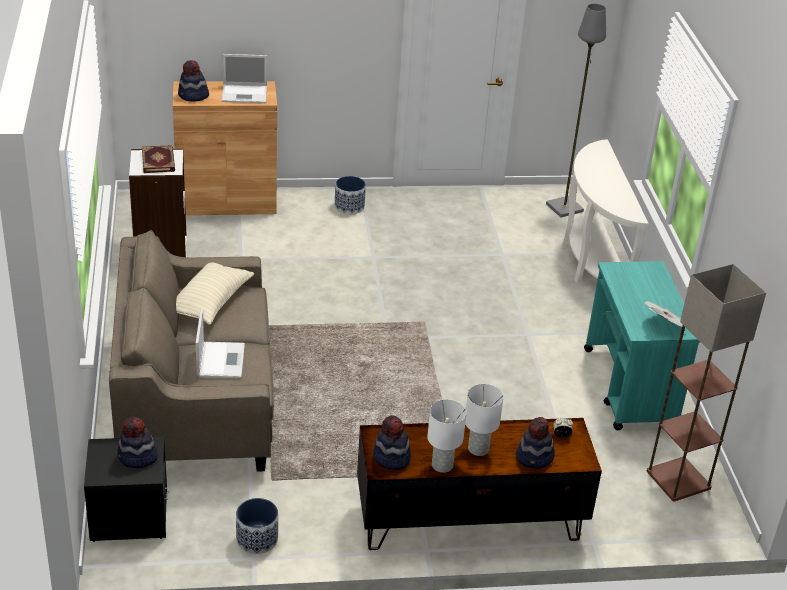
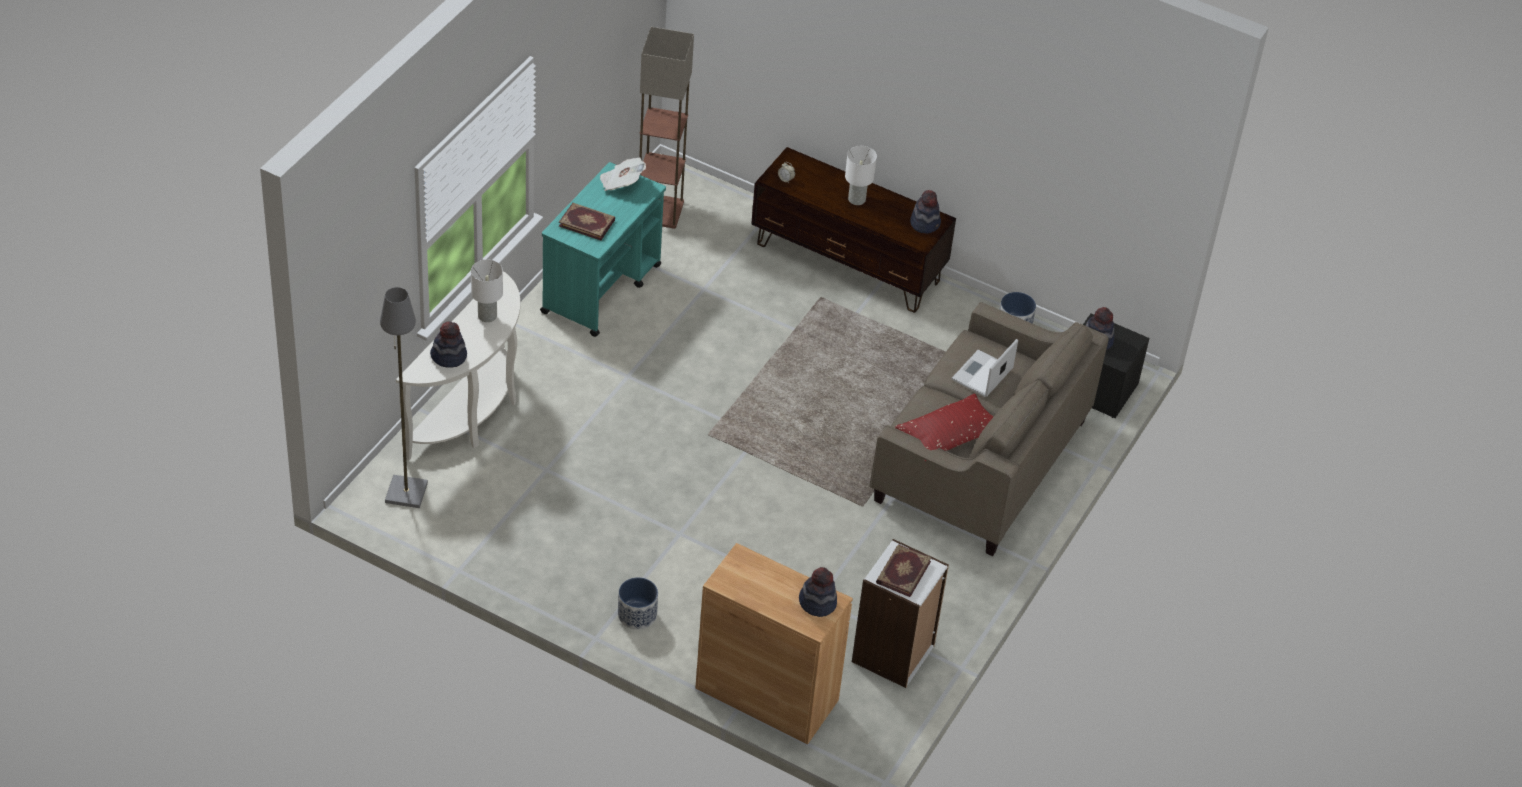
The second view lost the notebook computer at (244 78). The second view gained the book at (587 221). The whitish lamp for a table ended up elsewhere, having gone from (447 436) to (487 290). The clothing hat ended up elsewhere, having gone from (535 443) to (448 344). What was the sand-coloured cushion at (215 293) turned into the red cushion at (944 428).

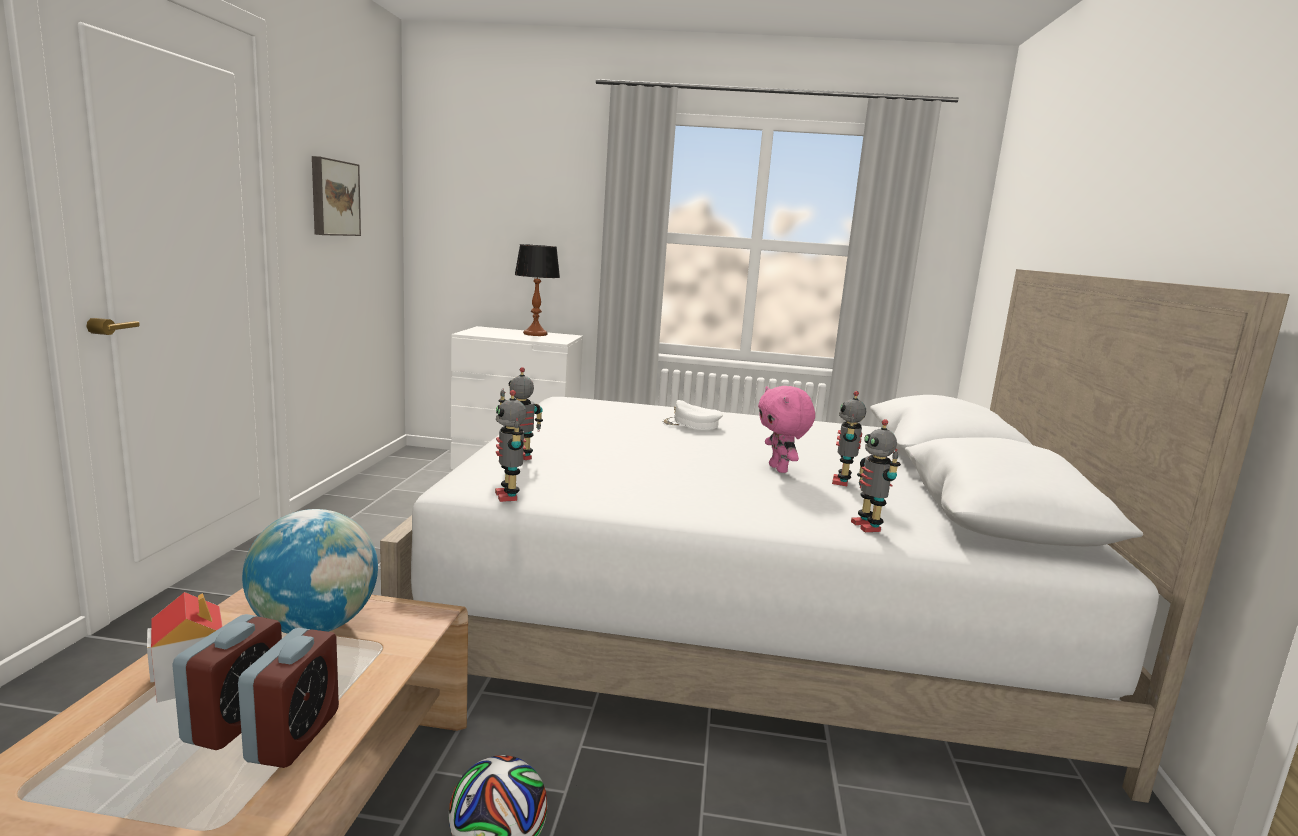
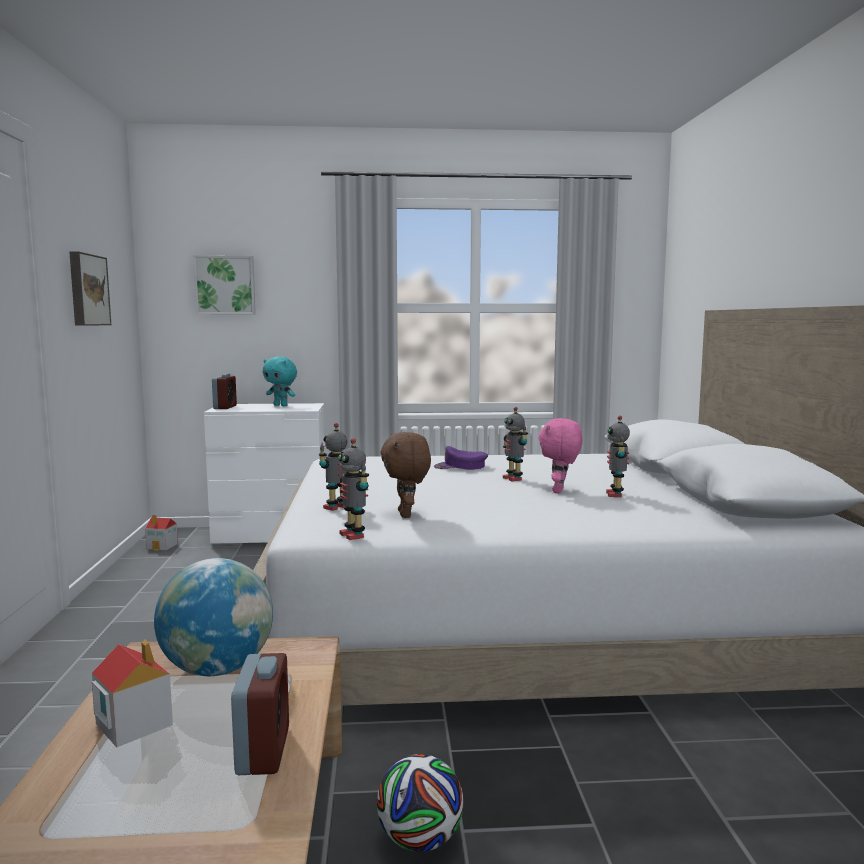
The second view gained the miniature house at (161 532). The second view gained the picture at (224 284). The second view gained the brown-coloured cuddly toy at (406 475). The bedside clock ended up elsewhere, having gone from (227 682) to (224 391). The toy robot ended up elsewhere, having gone from (876 475) to (515 444). Where the lamp for a table stood at (537 290), the turquoise cuddly toy came to stand at (280 381). What was the whitish baseball cap at (692 415) turned into the purple baseball cap at (461 458). The pink cuddly toy at (786 429) ended up facing another way, 45 degrees clockwise from before.

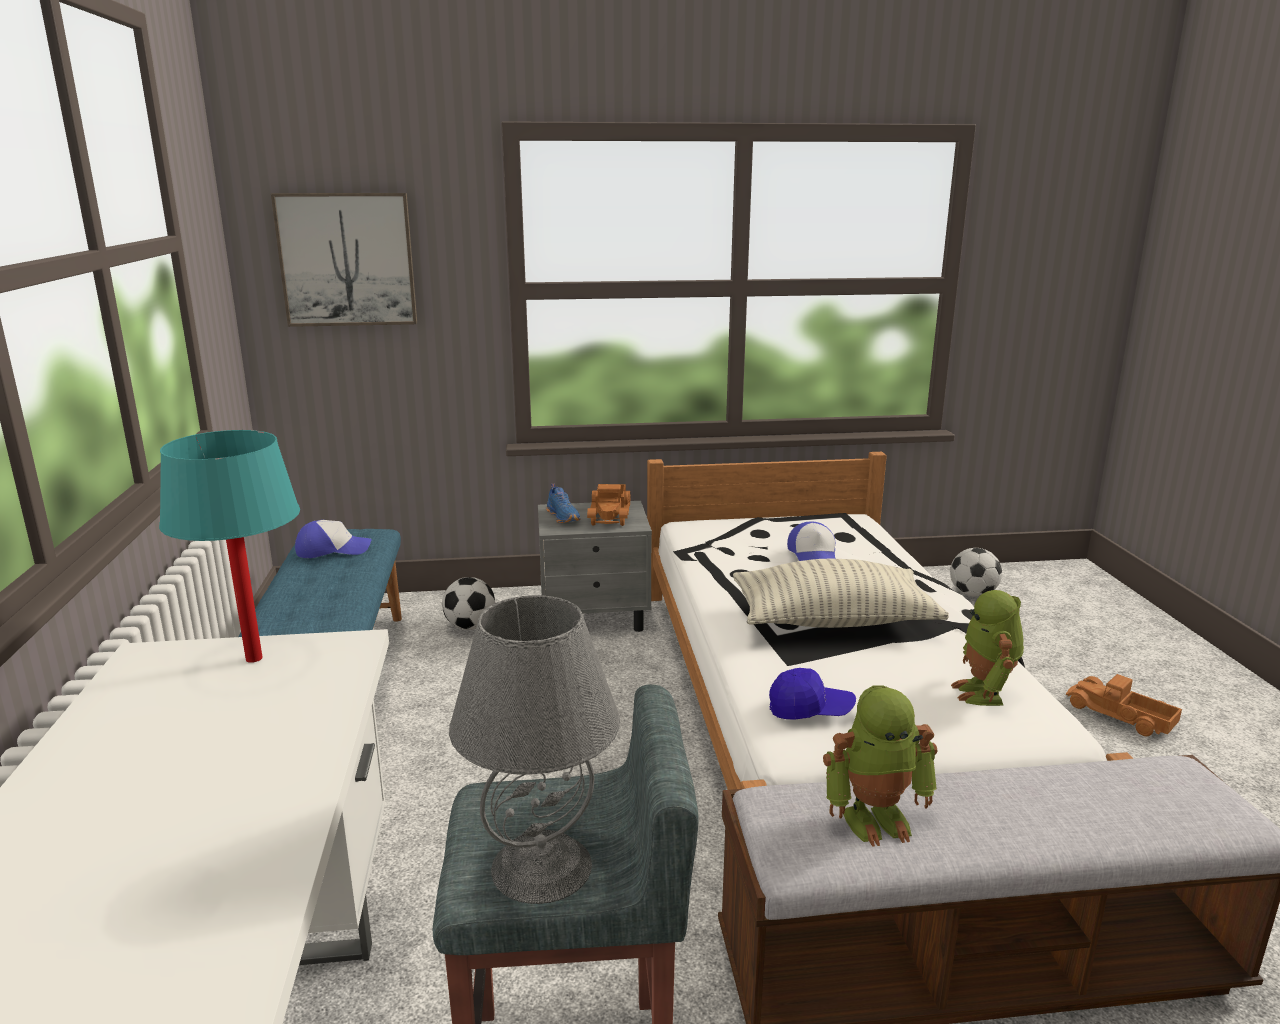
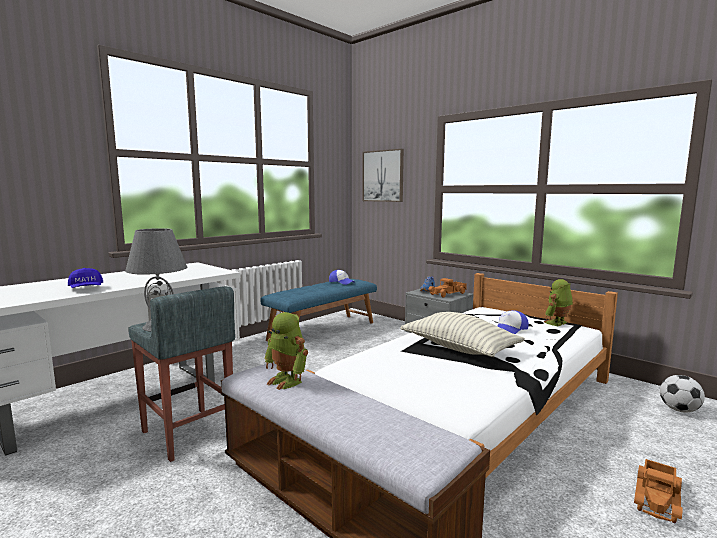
The second view lost the turquoise lamp for a table at (229 546). The second view lost the football at (468 603). The blue baseball cap ended up elsewhere, having gone from (812 693) to (85 278). The toy robot ended up elsewhere, having gone from (987 648) to (558 302). The toy lorry at (1124 705) ended up facing another way, 150 degrees counterclockwise from before.

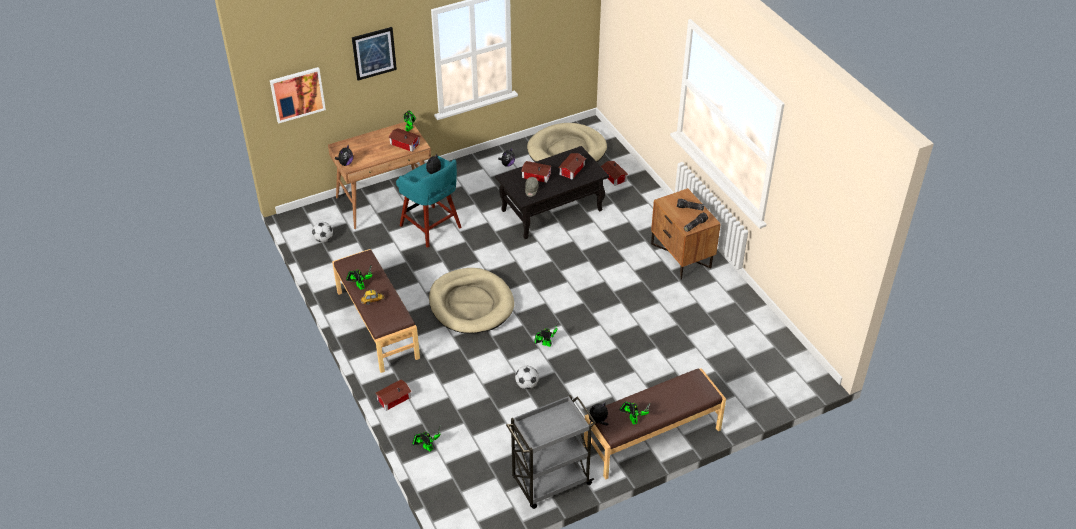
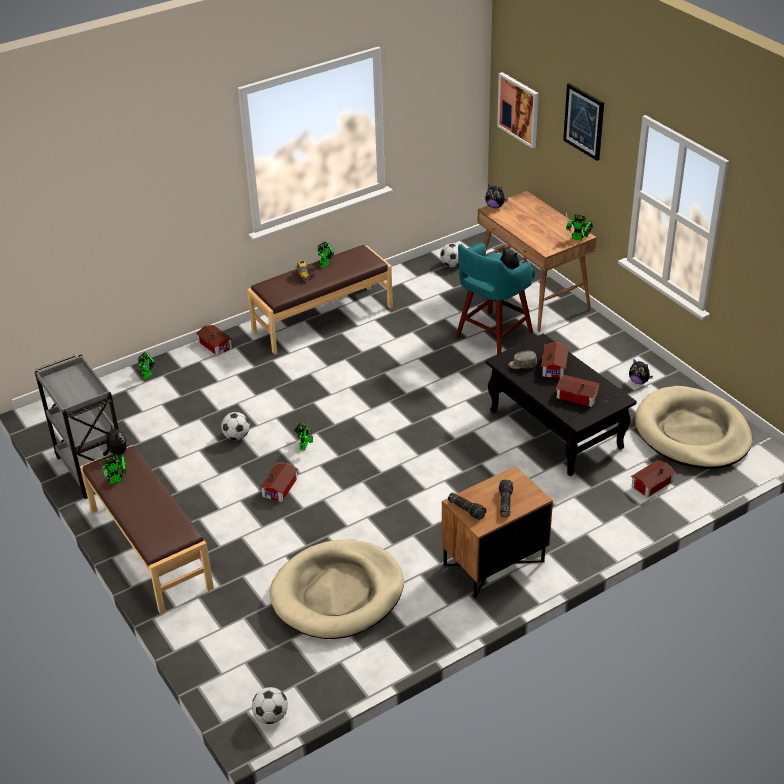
The second view gained the football at (270 705). The miniature house ended up elsewhere, having gone from (404 140) to (279 482). The sand-coloured dog cushion ended up elsewhere, having gone from (471 301) to (337 589).

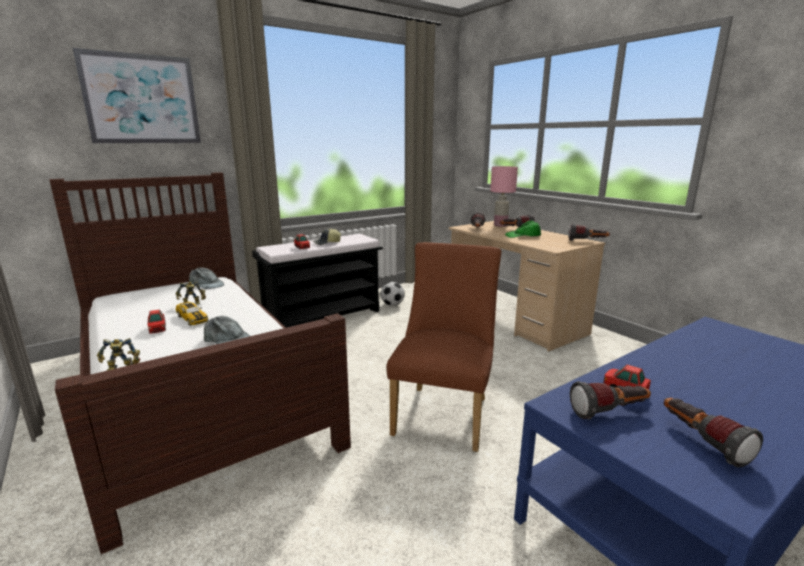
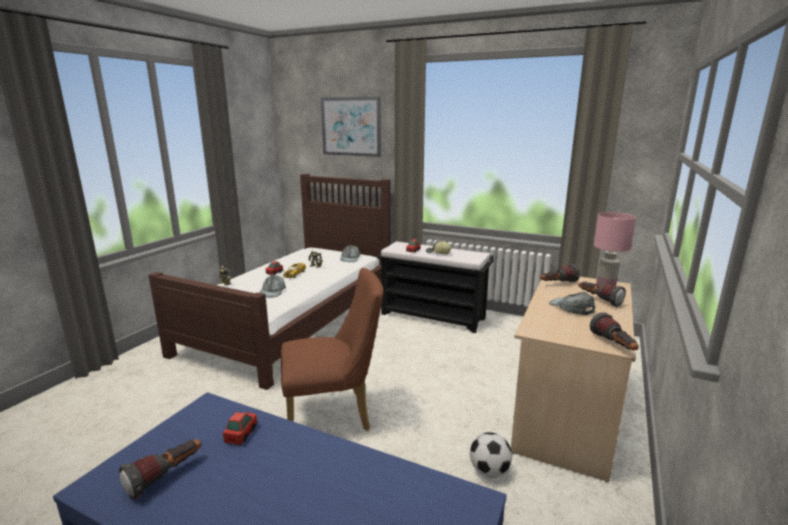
The second view lost the torch at (610 400). The football ended up elsewhere, having gone from (393 294) to (491 454). What was the green baseball cap at (523 229) turned into the gray baseball cap at (572 303).

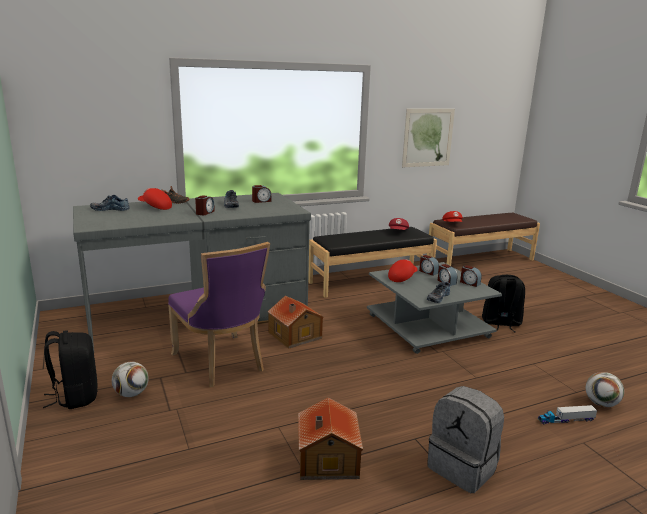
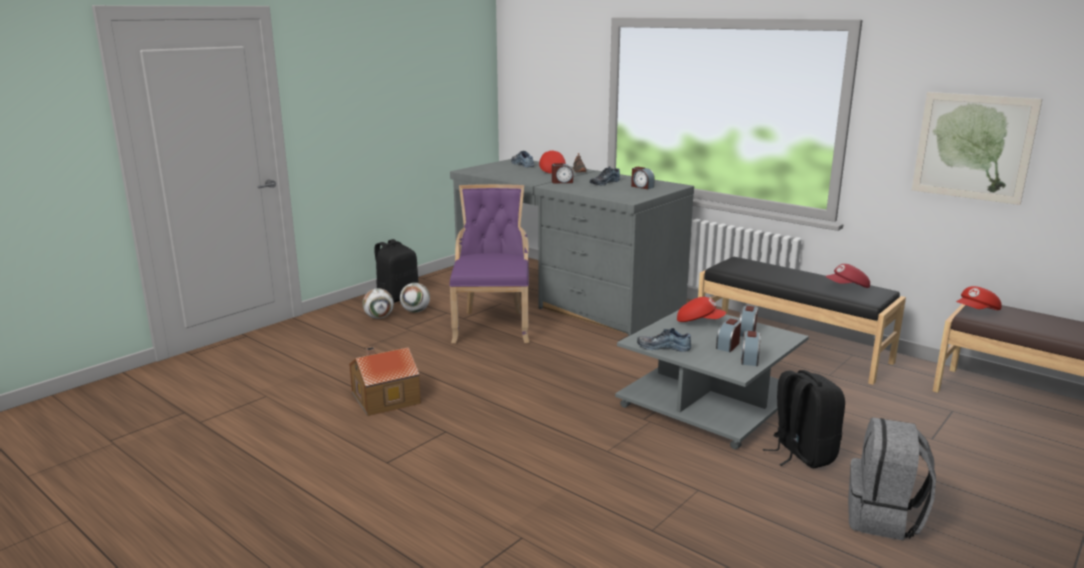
The second view lost the miniature house at (295 322). The second view lost the toy lorry at (567 414). The gray rucksack ended up elsewhere, having gone from (465 439) to (892 479). The football ended up elsewhere, having gone from (605 389) to (378 303). The purple chair at (219 314) ended up facing another way, 150 degrees clockwise from before.

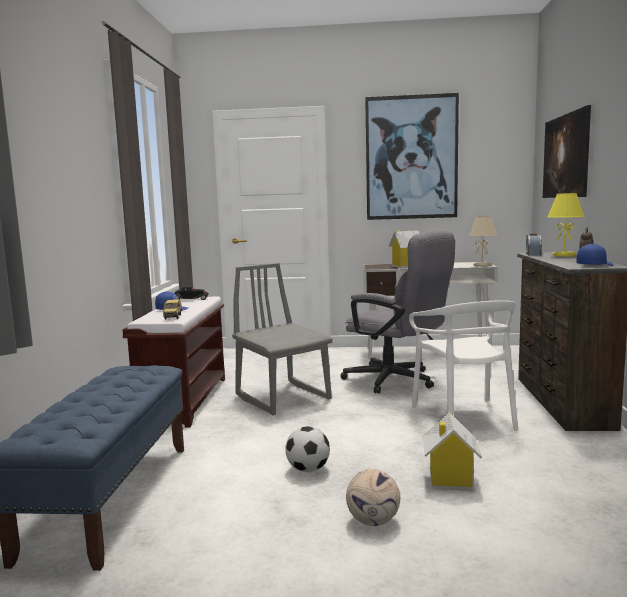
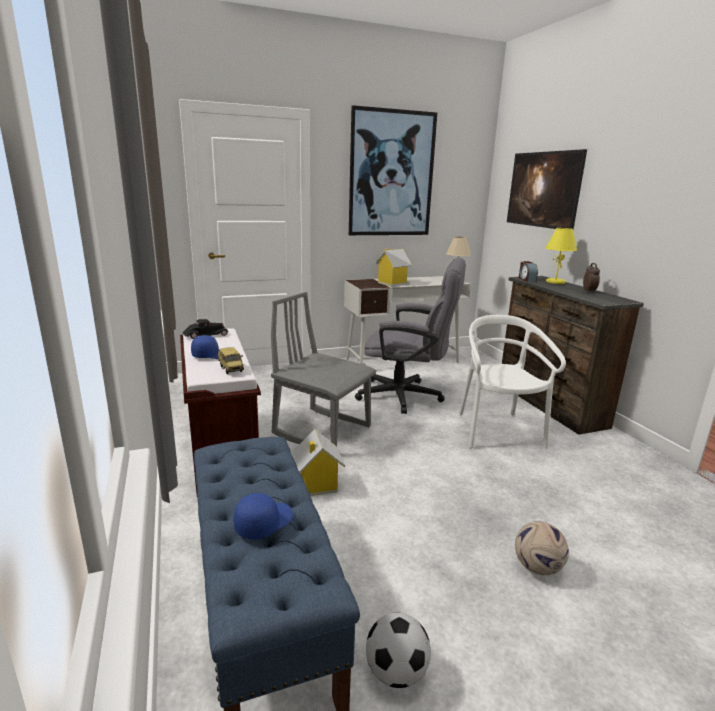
The football ended up elsewhere, having gone from (307 449) to (398 650). The miniature house ended up elsewhere, having gone from (452 451) to (319 462). The blue baseball cap ended up elsewhere, having gone from (595 255) to (263 516). The whitish chair at (463 365) ended up facing another way, 150 degrees counterclockwise from before.

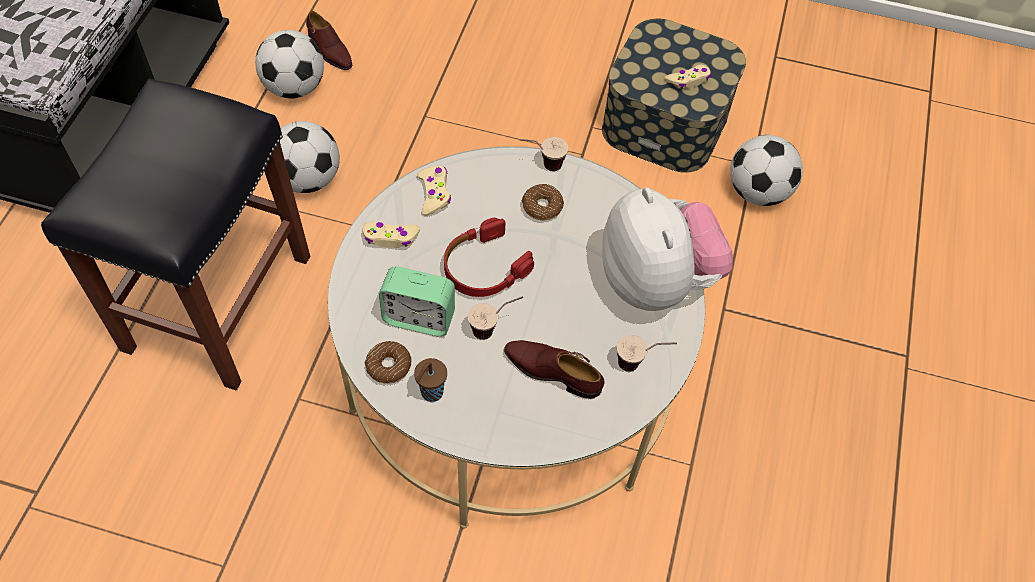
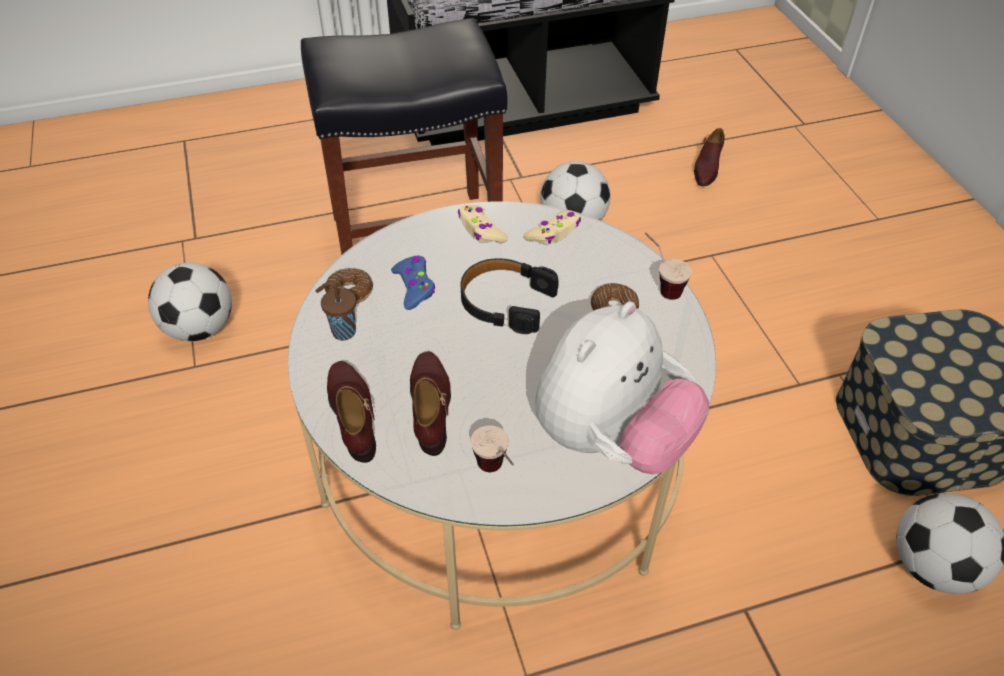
The second view lost the drinking cup at (495 318). The second view lost the sand-coloured game controller at (687 77). The second view gained the brown-coloured item of footwear at (351 412). The football ended up elsewhere, having gone from (289 64) to (190 301). Where the bedside clock stood at (417 301), the blue game controller came to stand at (413 282). What was the red headphones at (489 257) turned into the blackish headphones at (510 296).

